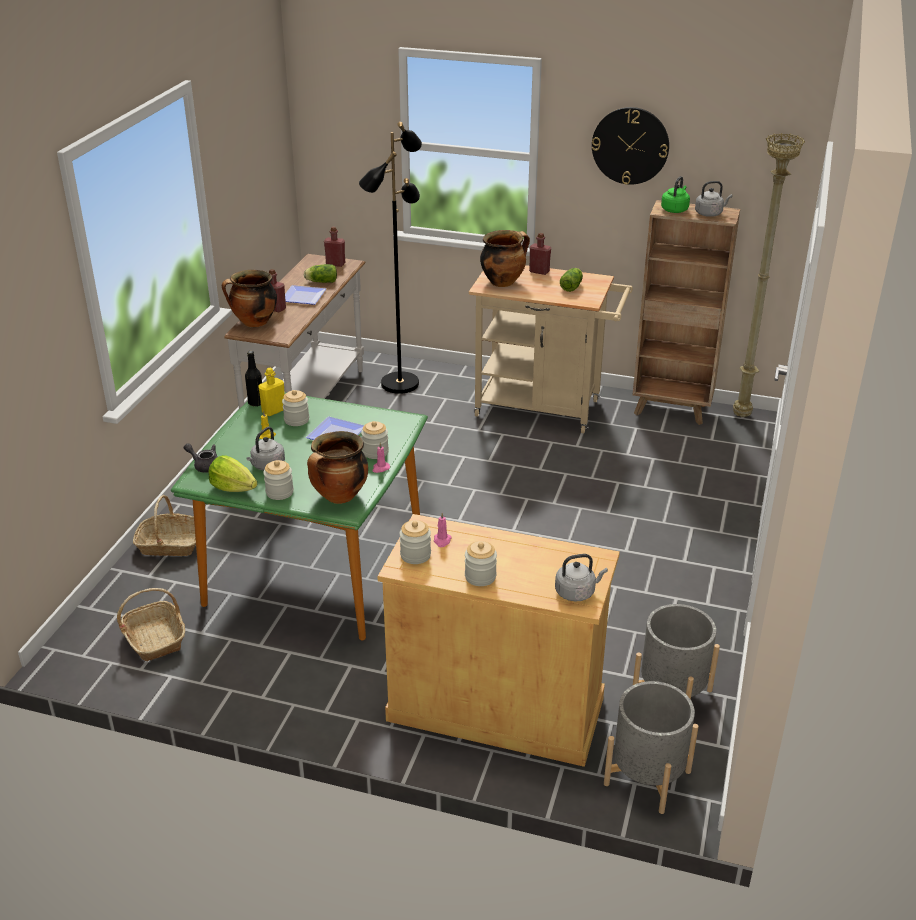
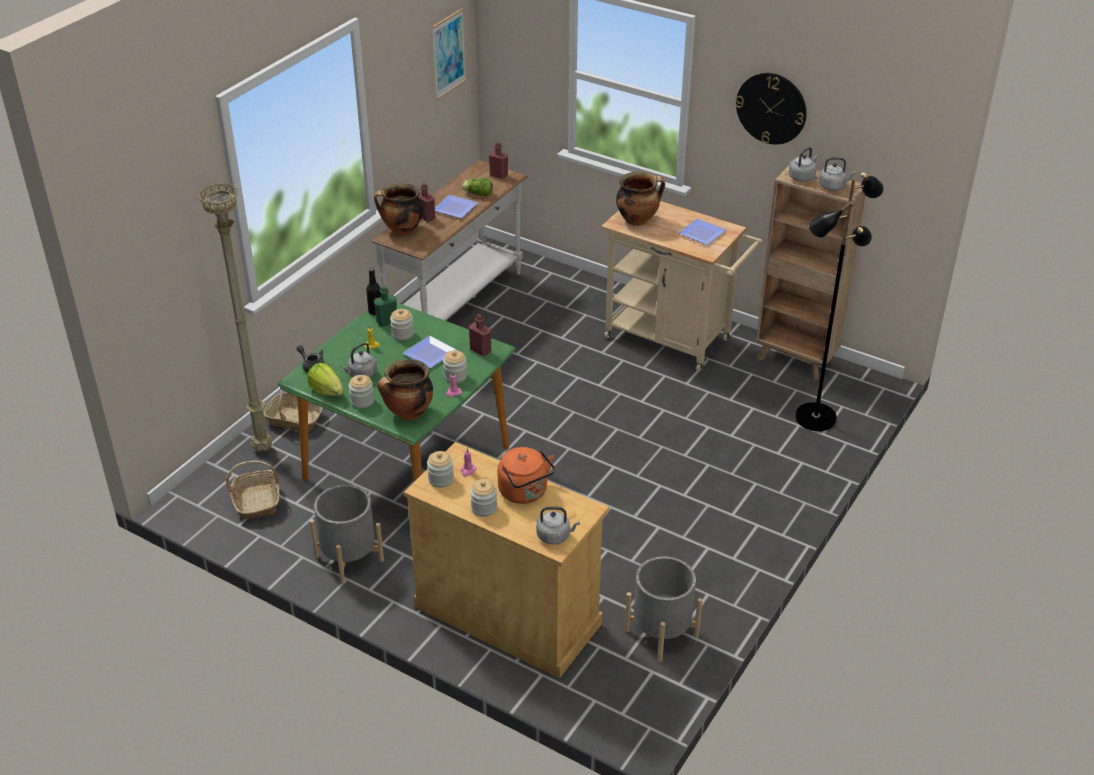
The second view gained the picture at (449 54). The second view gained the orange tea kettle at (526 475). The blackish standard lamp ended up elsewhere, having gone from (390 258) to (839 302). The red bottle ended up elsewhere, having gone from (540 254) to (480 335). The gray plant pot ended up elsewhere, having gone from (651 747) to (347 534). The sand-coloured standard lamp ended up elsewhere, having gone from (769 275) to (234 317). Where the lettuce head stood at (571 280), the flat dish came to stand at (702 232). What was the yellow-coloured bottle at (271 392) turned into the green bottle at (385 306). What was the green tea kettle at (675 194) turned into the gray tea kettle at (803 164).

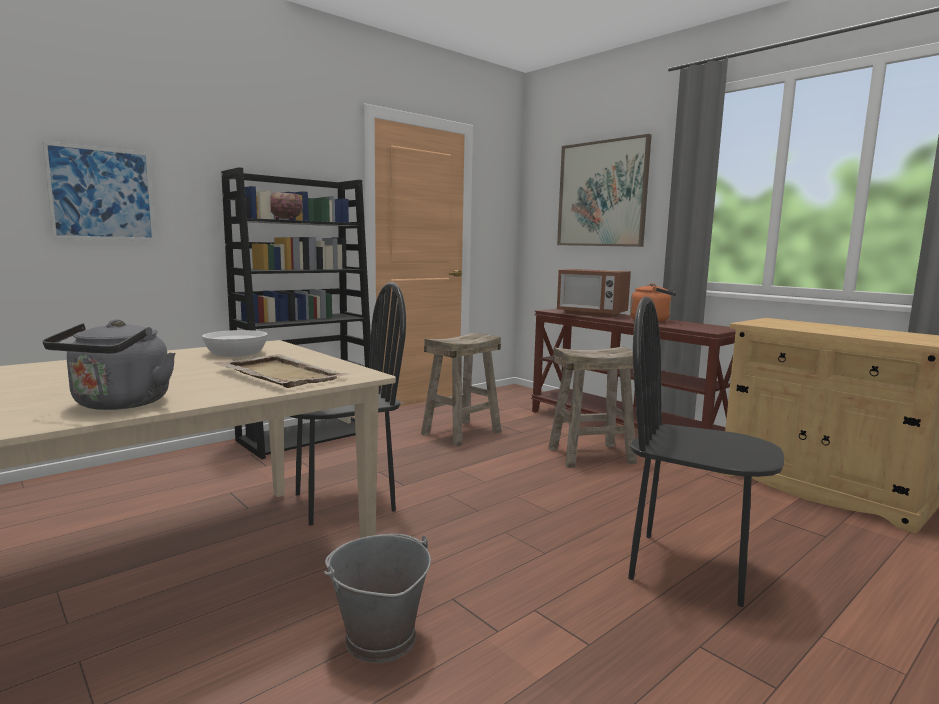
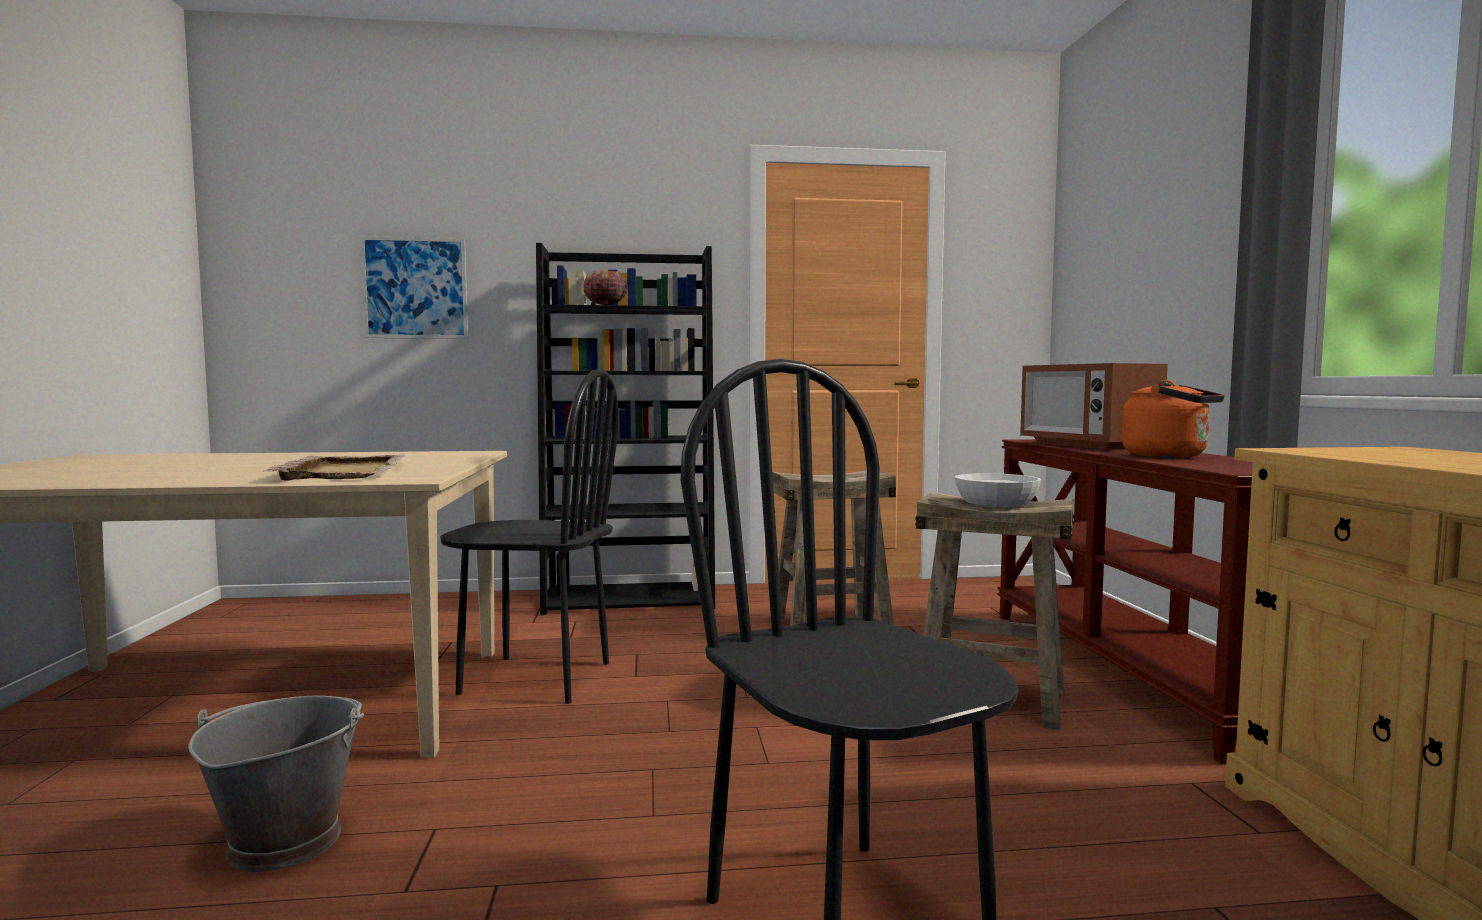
The second view lost the gray tea kettle at (109 364). The second view lost the picture at (604 190). The whitish bowl ended up elsewhere, having gone from (234 343) to (998 490).

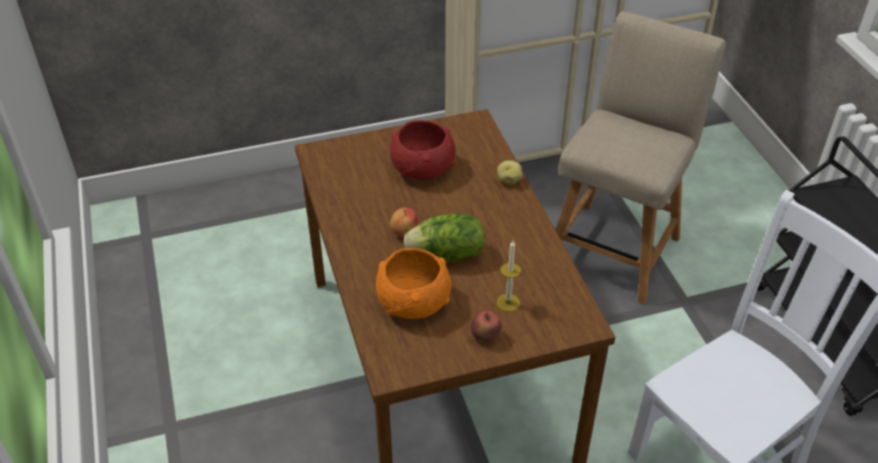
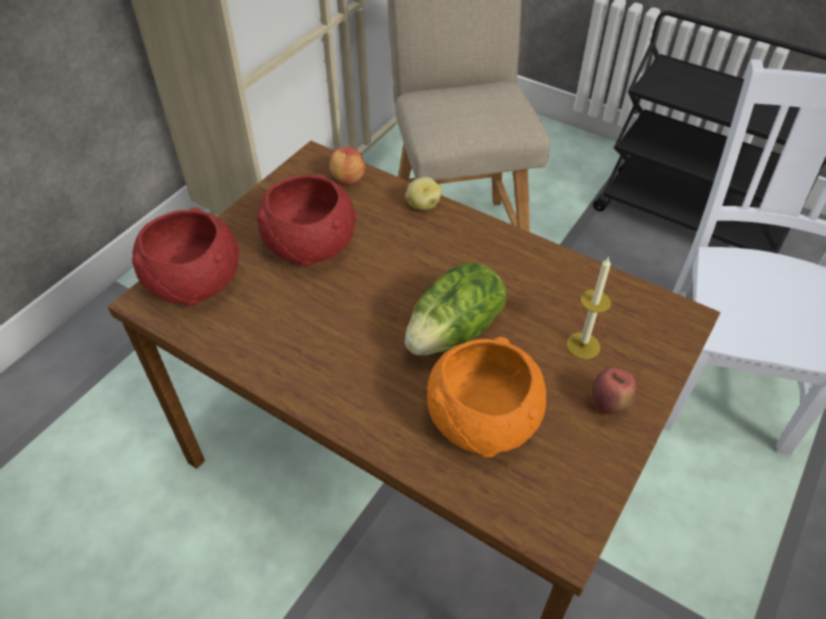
The second view gained the red bowl at (185 257). The apple ended up elsewhere, having gone from (404 223) to (348 166).

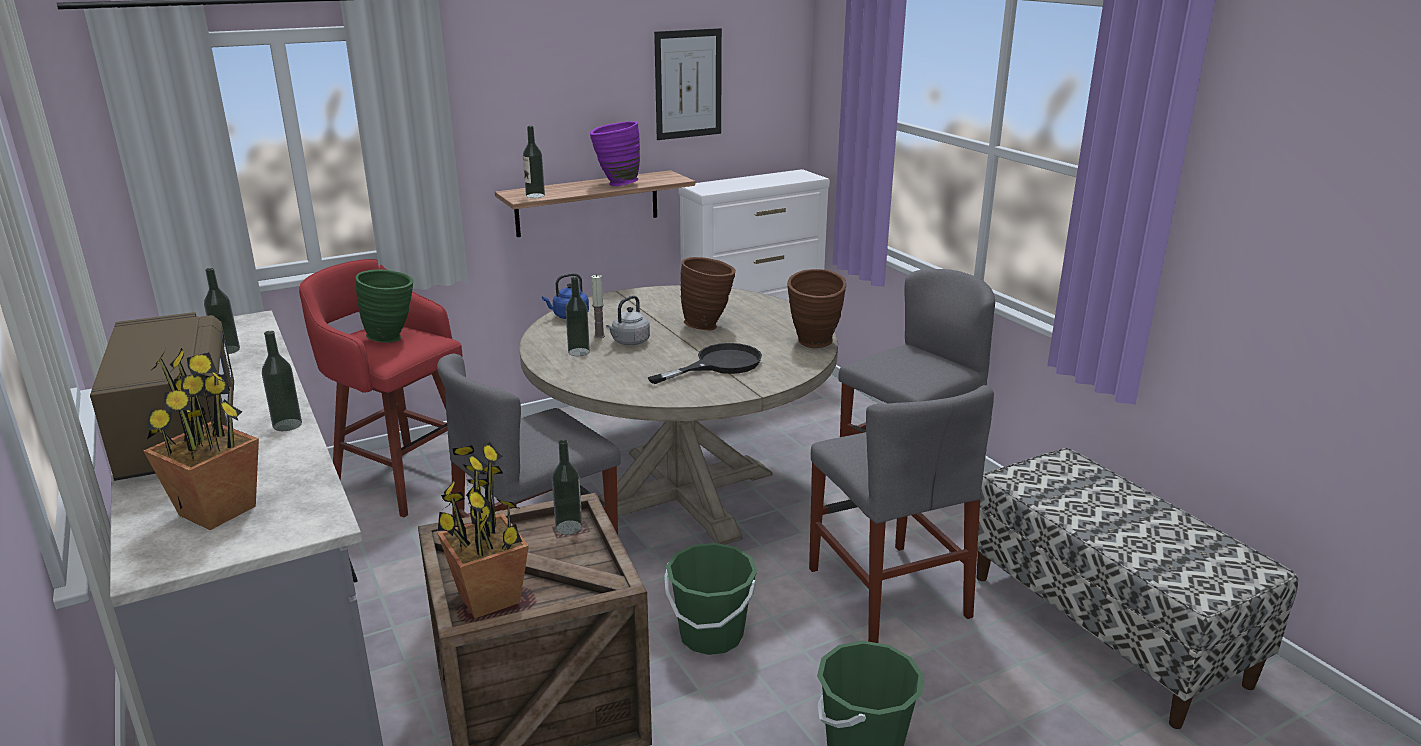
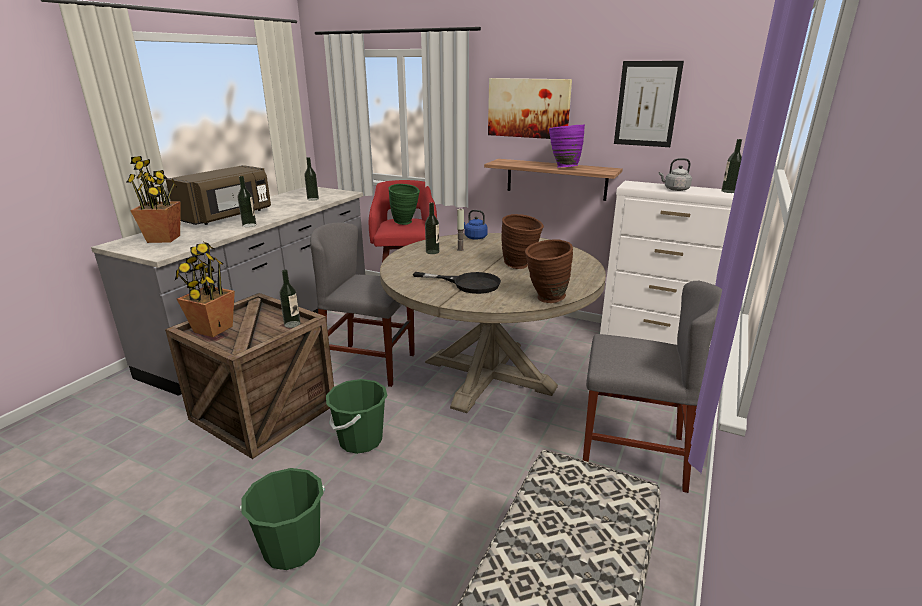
The second view lost the gray chair at (901 514). The second view gained the picture at (530 108). The bottle ended up elsewhere, having gone from (534 162) to (731 166). The gray tea kettle ended up elsewhere, having gone from (628 320) to (675 174).

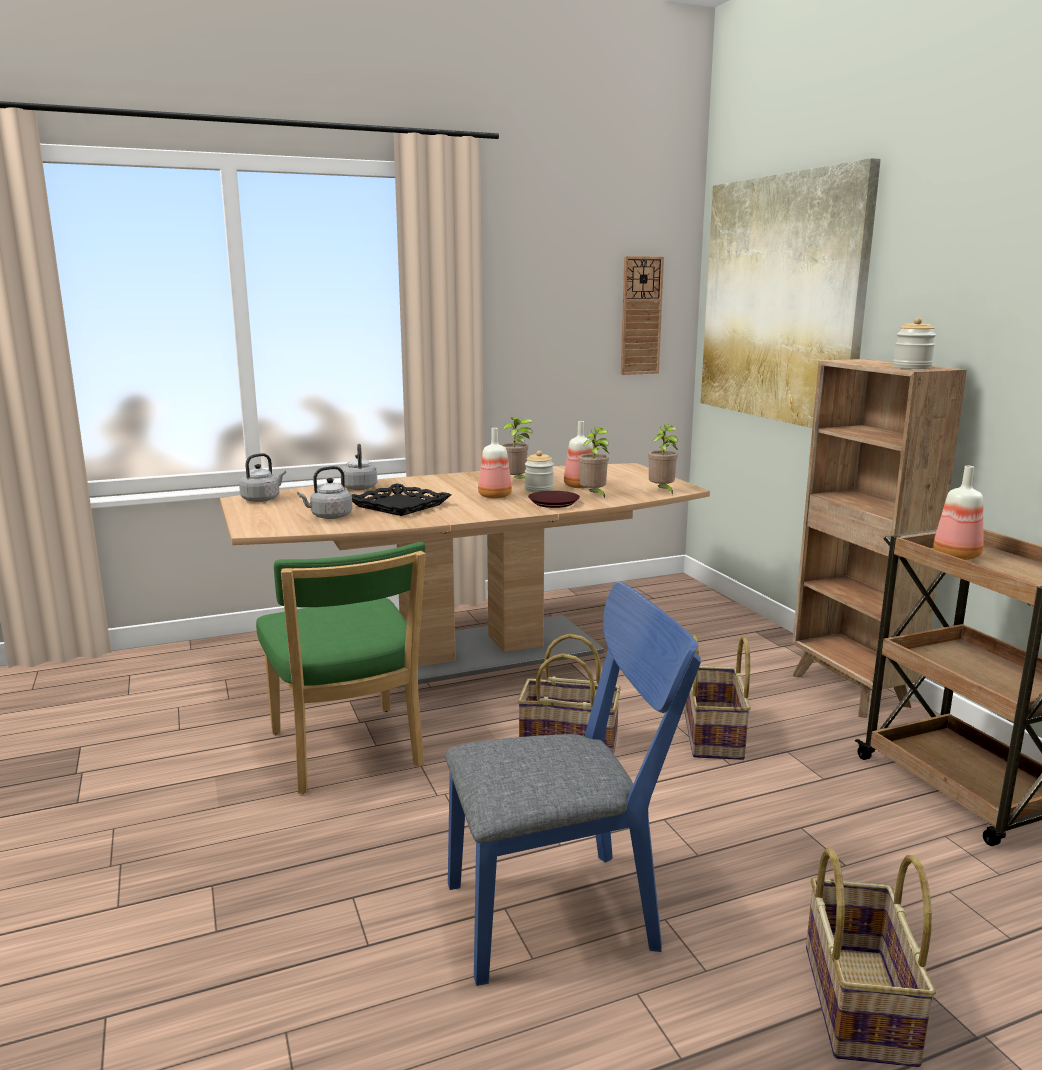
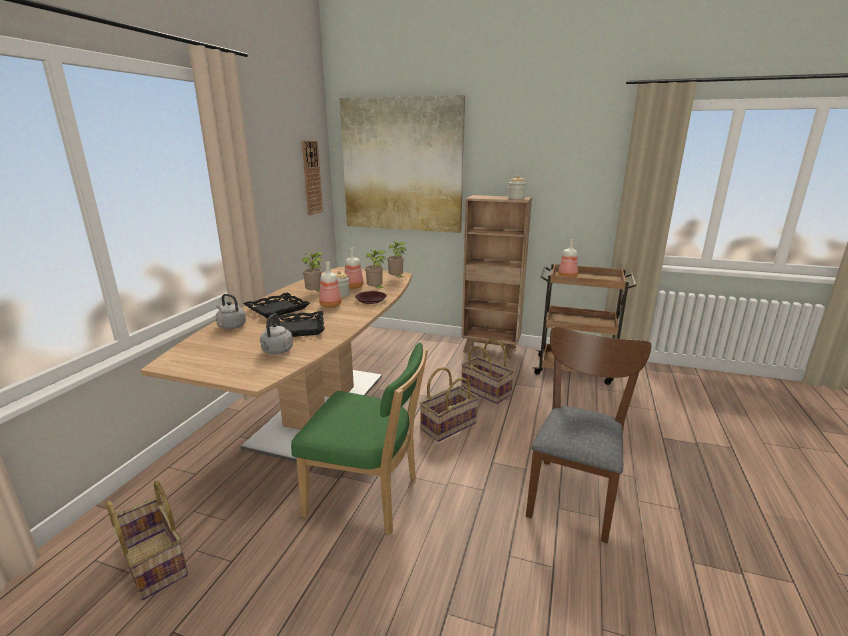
The second view lost the gray tea kettle at (262 477). The second view gained the blackish carrying tray at (276 305). The storage basket ended up elsewhere, having gone from (871 957) to (147 540). What was the blue chair at (573 784) turned into the brown-coloured chair at (588 435).

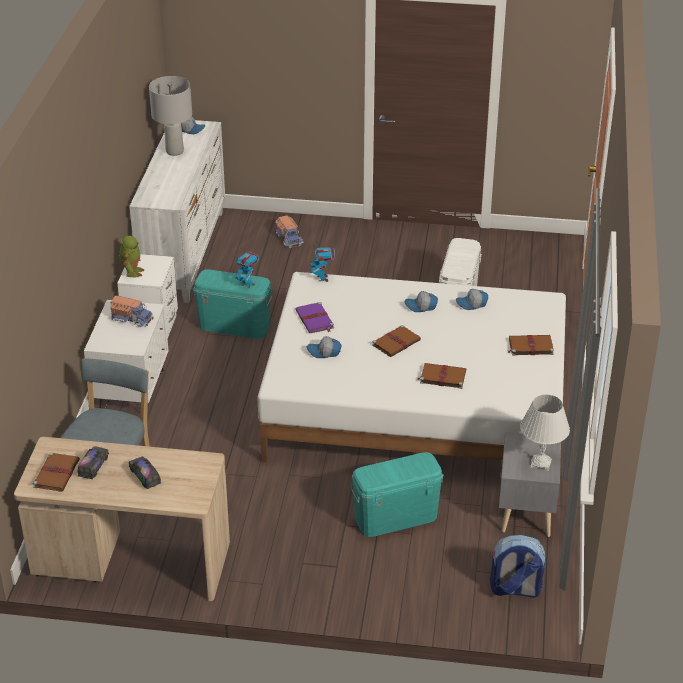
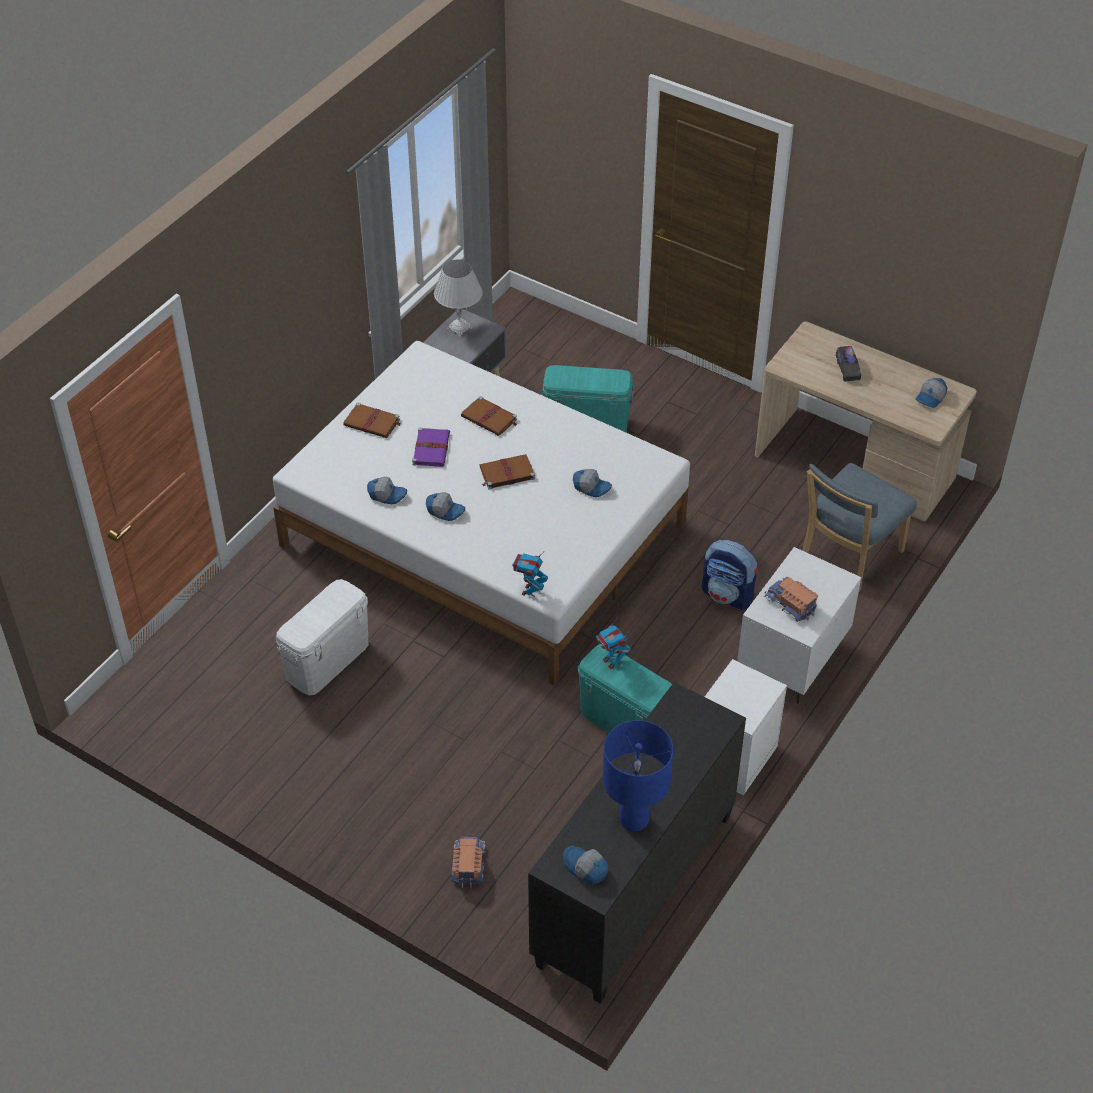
The second view lost the toy lorry at (93 462). The second view lost the toy robot at (132 256). The purple book ended up elsewhere, having gone from (314 317) to (431 447). The rucksack ended up elsewhere, having gone from (517 566) to (730 575). Where the brown-coloured book stood at (56 472), the baseball cap came to stand at (931 393). What was the whitish dresser at (177 211) turned into the blackish dresser at (637 843). What was the gray lamp for a table at (170 116) turned into the blue lamp for a table at (638 776).

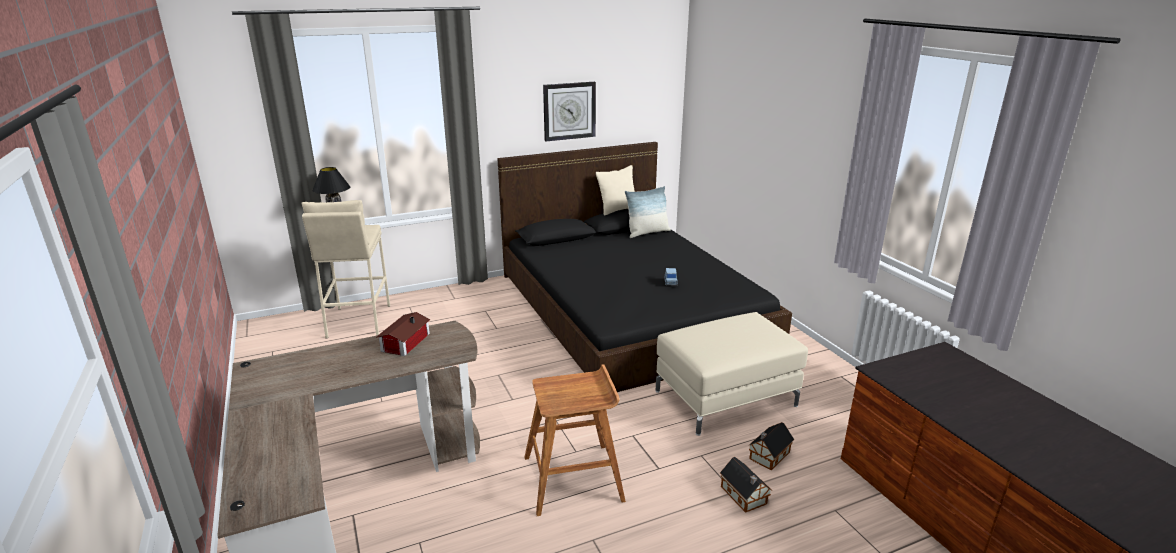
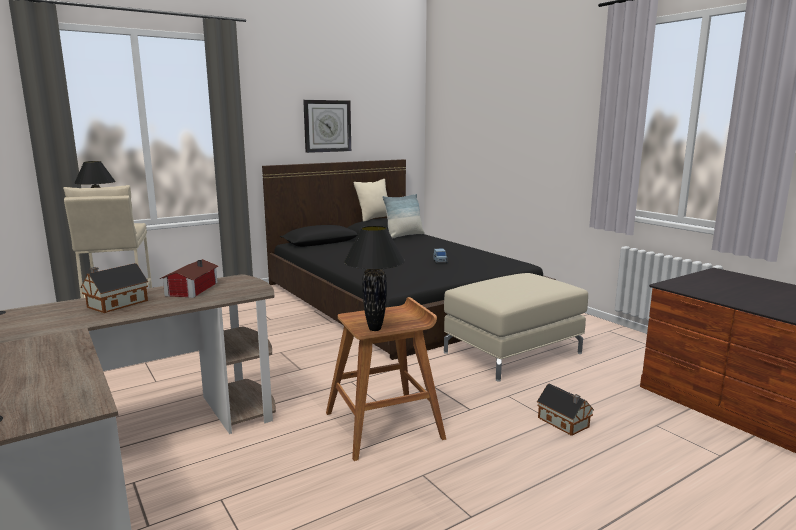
The second view gained the blackish lamp for a table at (374 278). The miniature house ended up elsewhere, having gone from (771 446) to (114 288).

